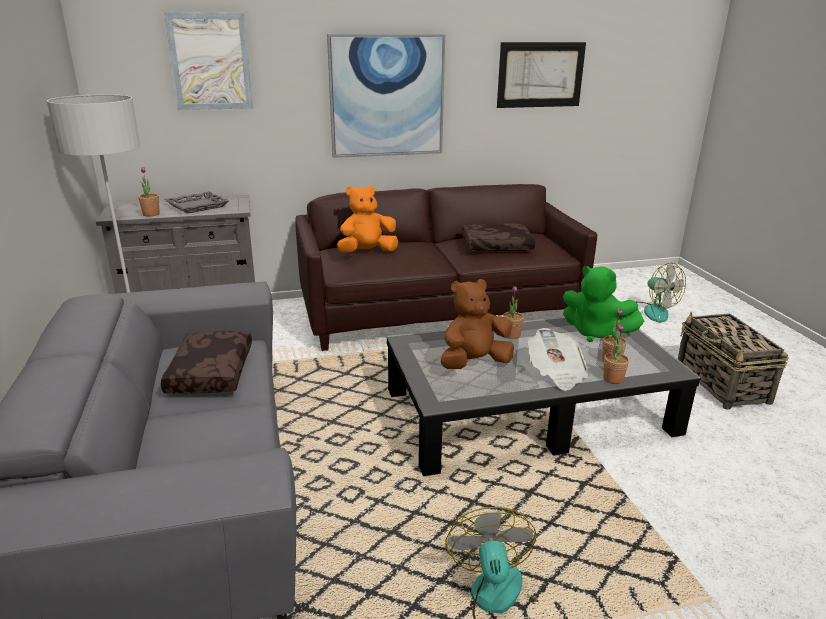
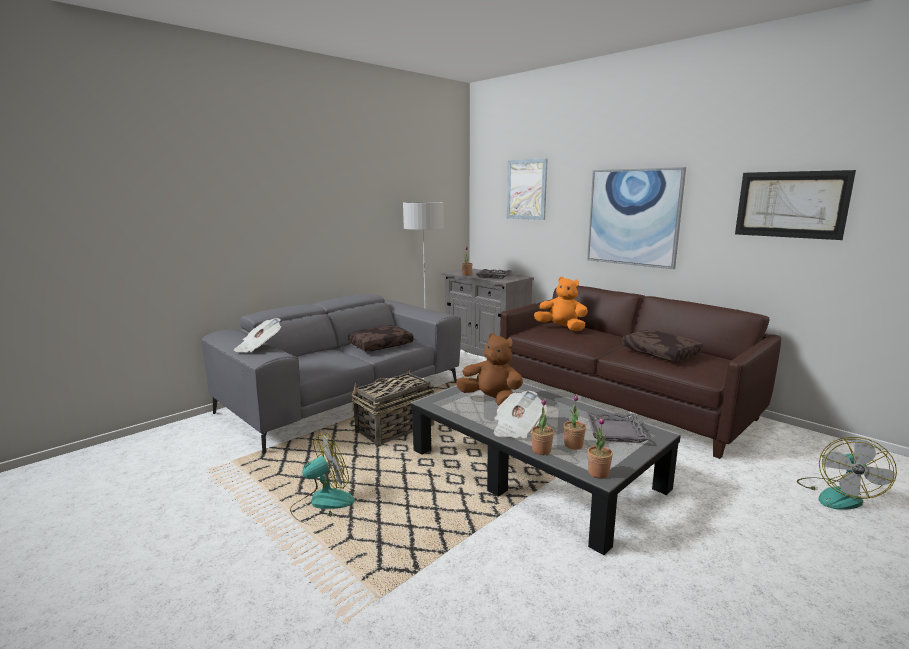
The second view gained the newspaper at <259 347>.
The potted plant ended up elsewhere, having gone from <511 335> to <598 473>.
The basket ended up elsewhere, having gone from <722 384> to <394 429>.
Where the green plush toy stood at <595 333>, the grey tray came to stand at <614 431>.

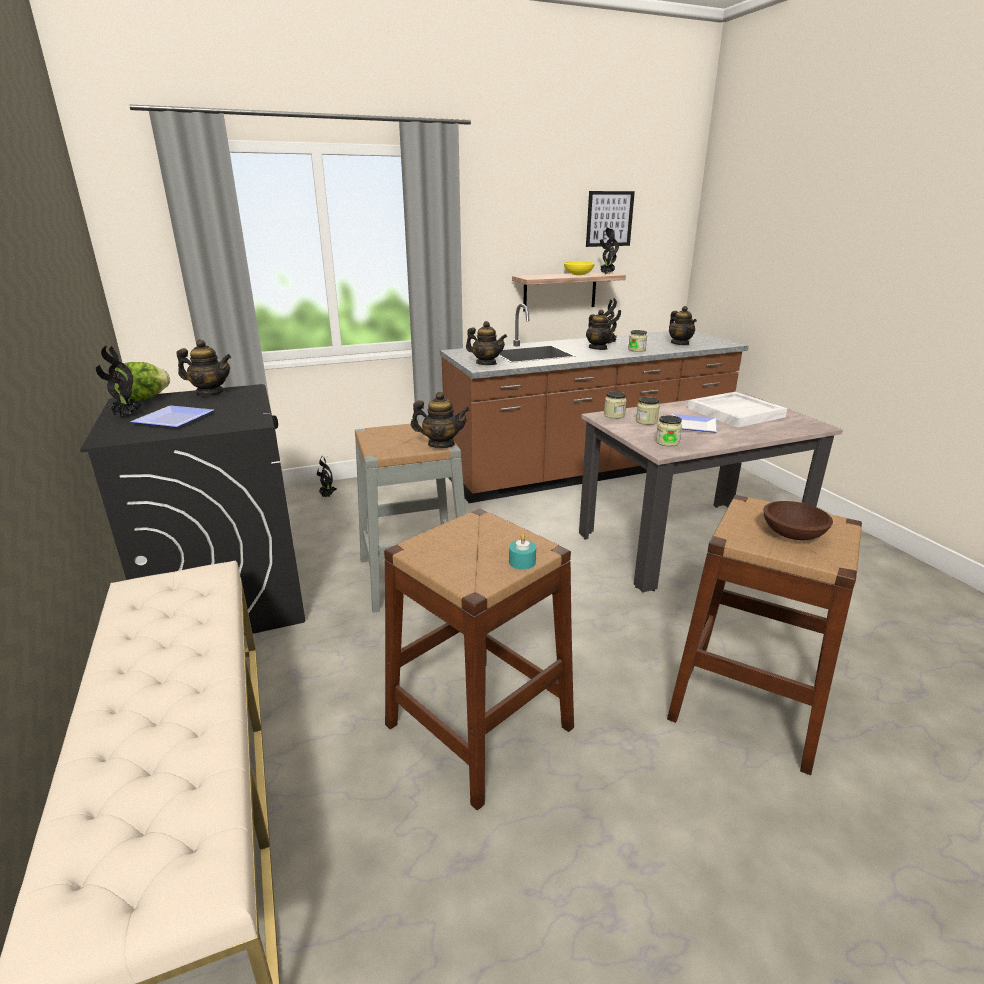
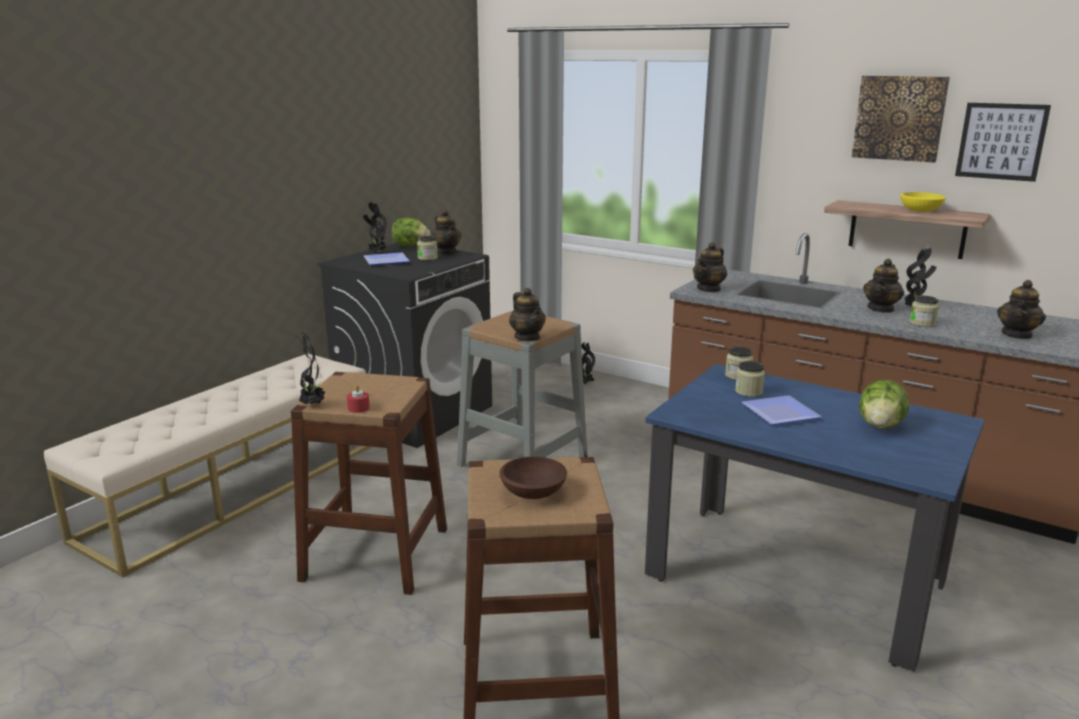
The second view gained the picture at <899 118>.
The potted plant ended up elsewhere, having gone from <606 274> to <312 404>.
The jar ended up elsewhere, having gone from <667 442> to <427 258>.
Where the white tray stood at <735 412>, the lettuce came to stand at <880 426>.
What was the turquoise candle at <522 562> turned into the red candle at <358 408>.
What was the beige dining table at <688 543> turned into the blue dining table at <794 578>.
The teapot at <486 363> ended up facing another way, 45 degrees clockwise from before.

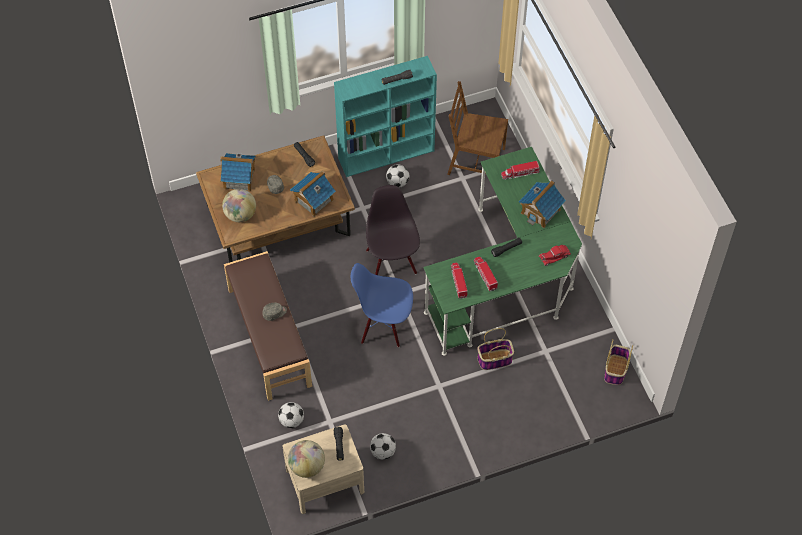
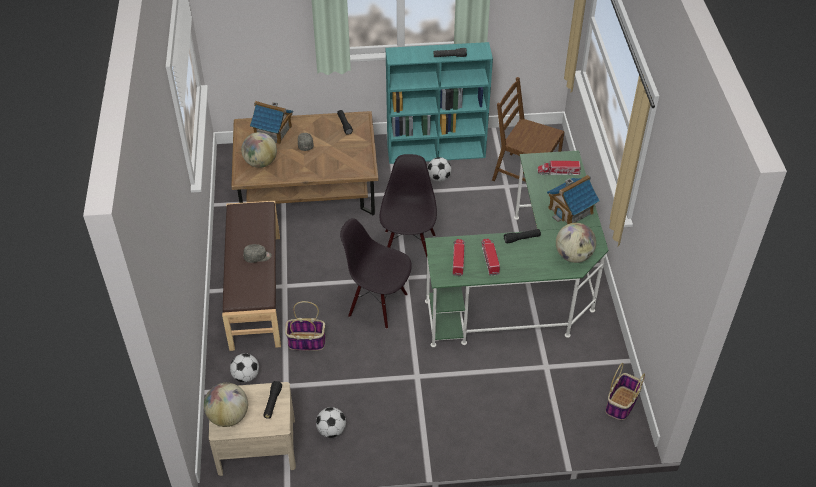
The second view lost the toy house at <313 200>.
The basket ended up elsewhere, having gone from <494 360> to <306 342>.
Where the red toy car stood at <554 256>, the globe came to stand at <573 256>.
What was the blue chair at <384 325> turned into the black chair at <378 304>.

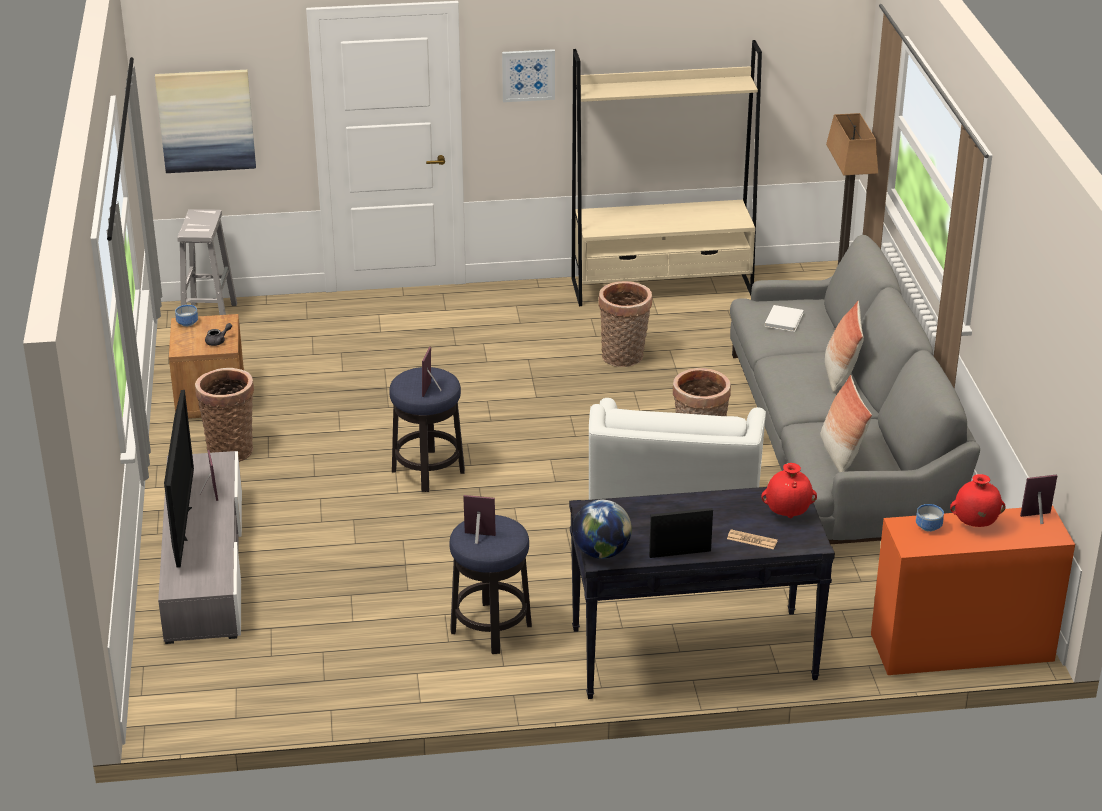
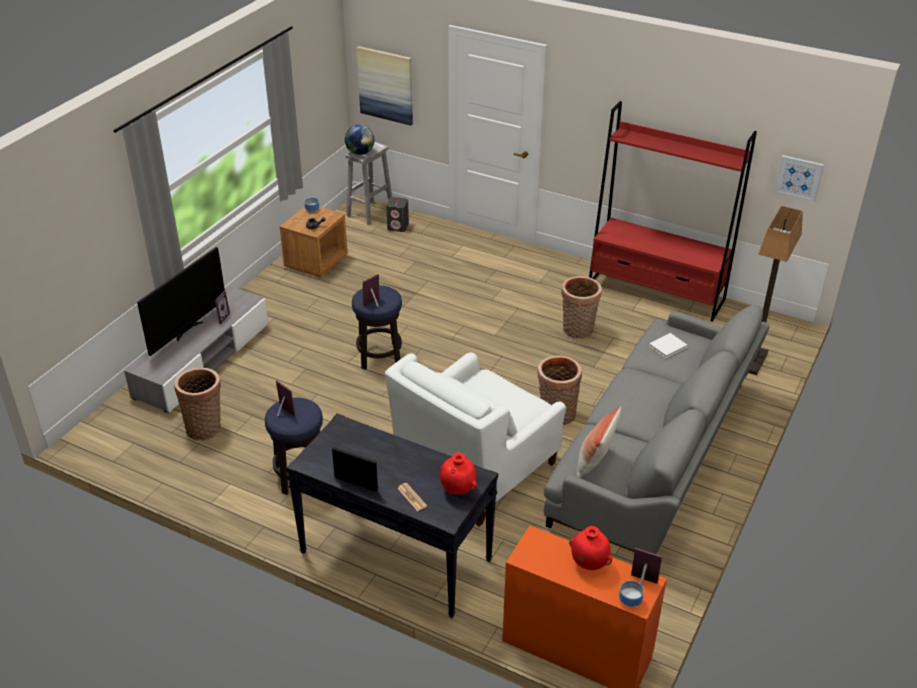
The second view lost the pillow at <840 375>.
The second view gained the grey speaker at <398 226>.
The basket ended up elsewhere, having gone from <230 449> to <205 427>.
The picture ended up elsewhere, having gone from <528 75> to <798 177>.
The globe ended up elsewhere, having gone from <601 552> to <360 153>.
The bowl ended up elsewhere, having gone from <927 527> to <629 600>.
What was the beige bookcase at <662 287> turned into the red bookcase at <656 292>.

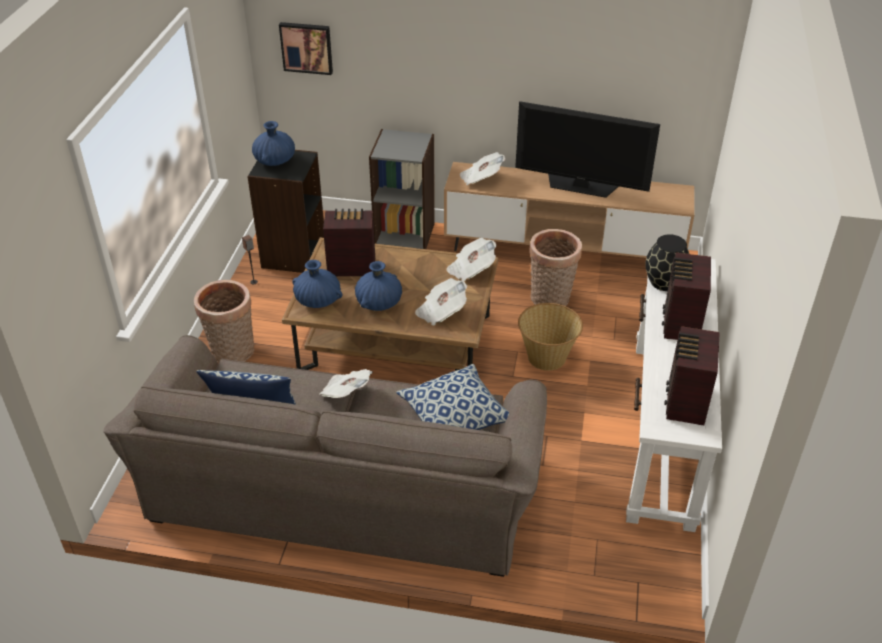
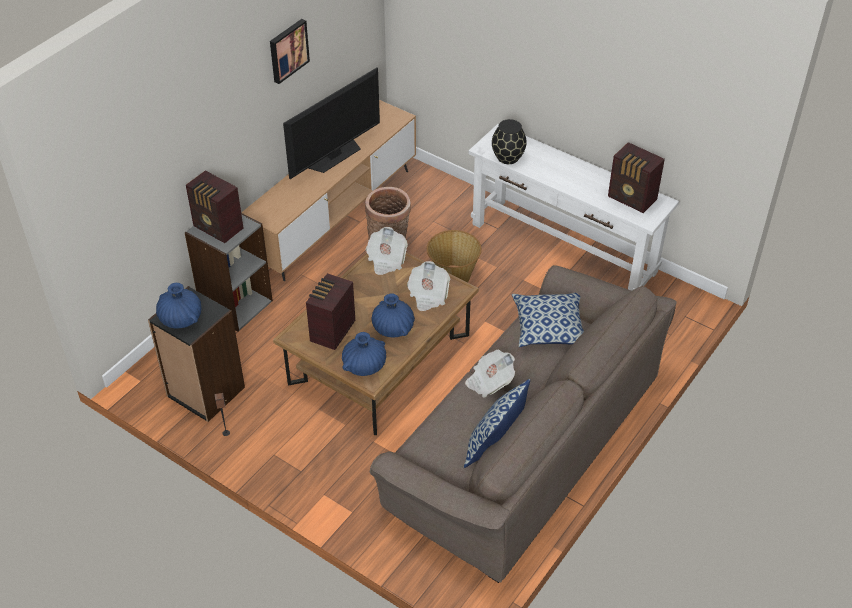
The second view lost the basket at <232 353>.
The second view lost the newspaper at <481 178>.
The picture ended up elsewhere, having gone from <307 47> to <287 50>.
The radio ended up elsewhere, having gone from <680 324> to <218 228>.

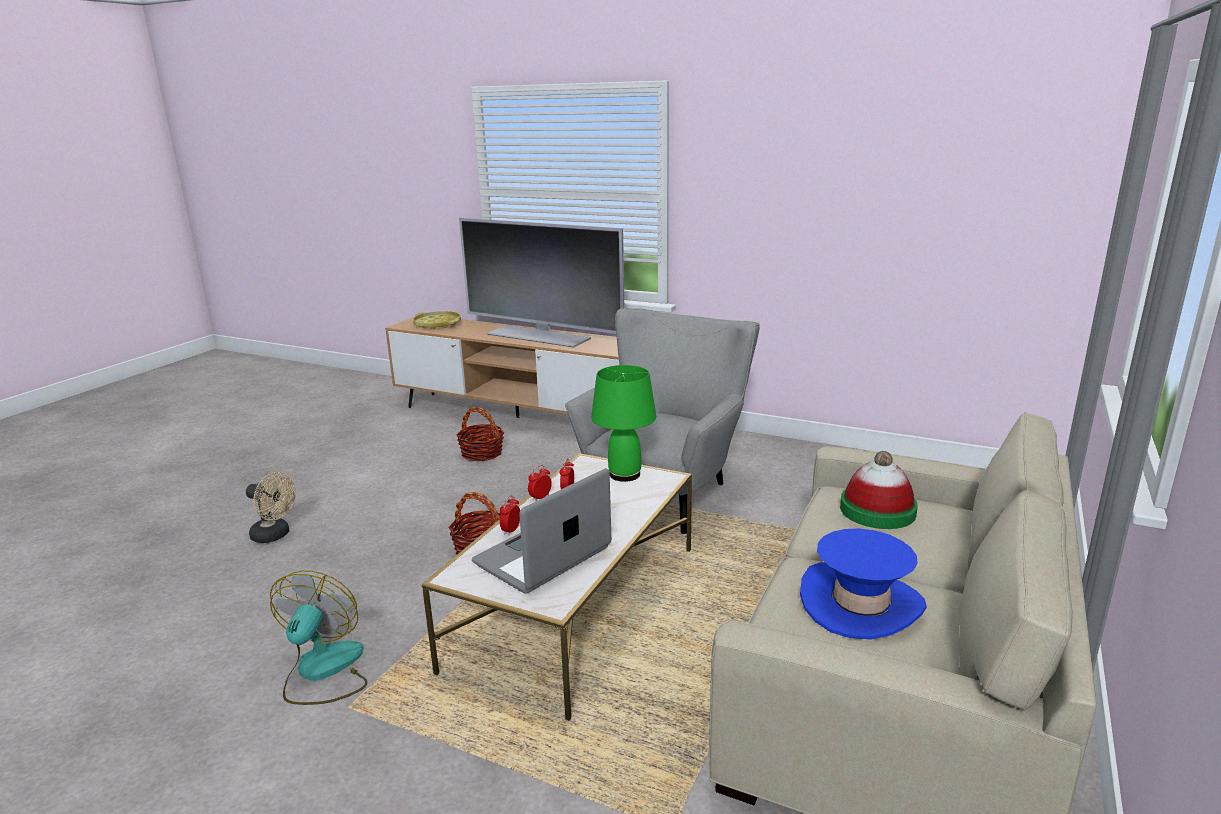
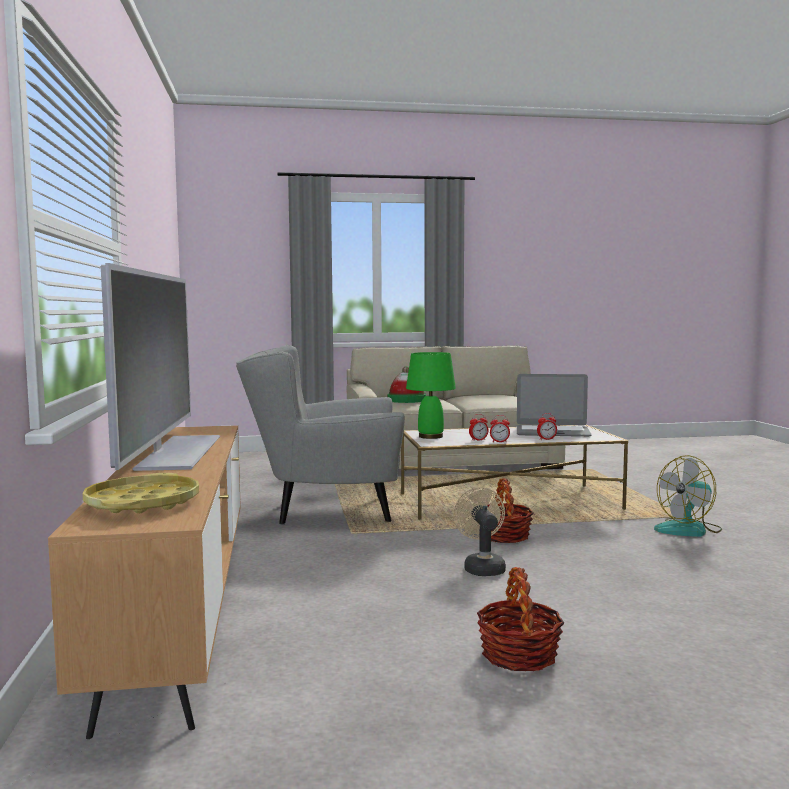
The second view lost the blue hat at <861 604>.
The beige fan ended up elsewhere, having gone from <275 535> to <482 567>.
The basket ended up elsewhere, having gone from <482 453> to <518 655>.

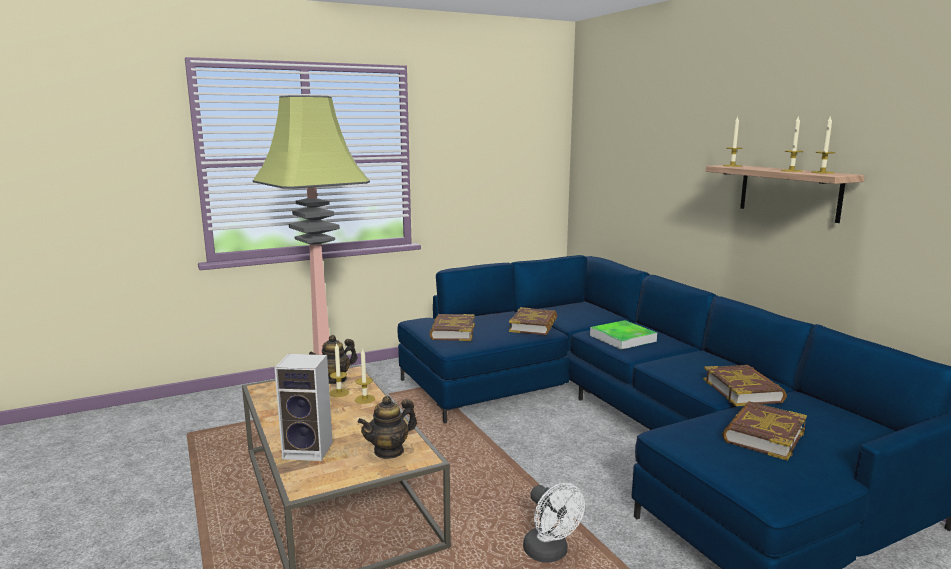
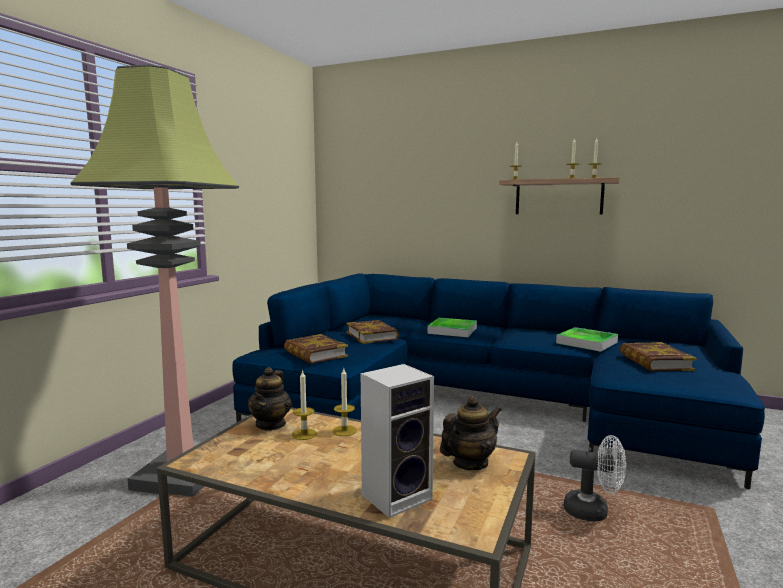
Where the book stood at <742 390>, the tray came to stand at <586 342>.
The teapot at <389 451> ended up facing another way, 135 degrees counterclockwise from before.

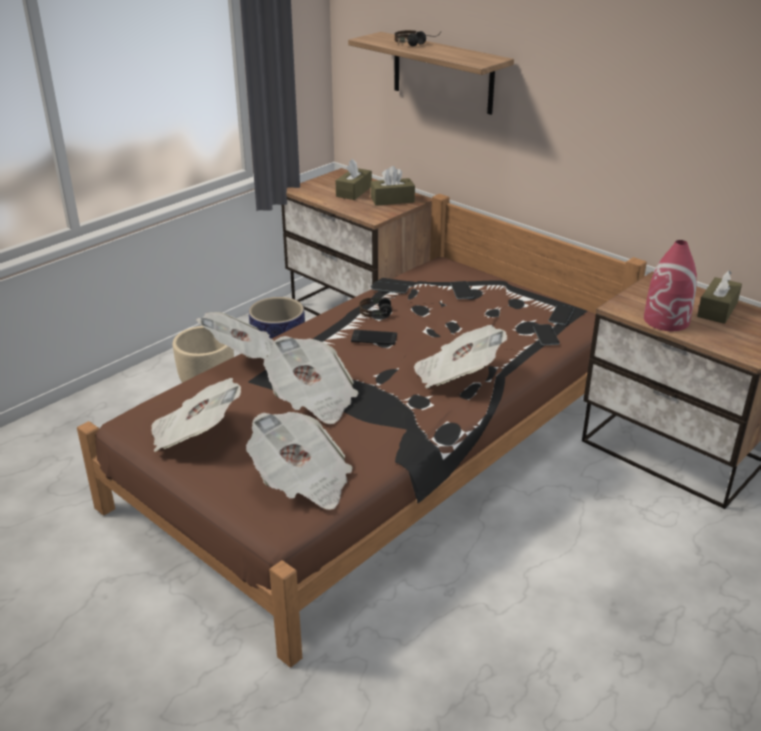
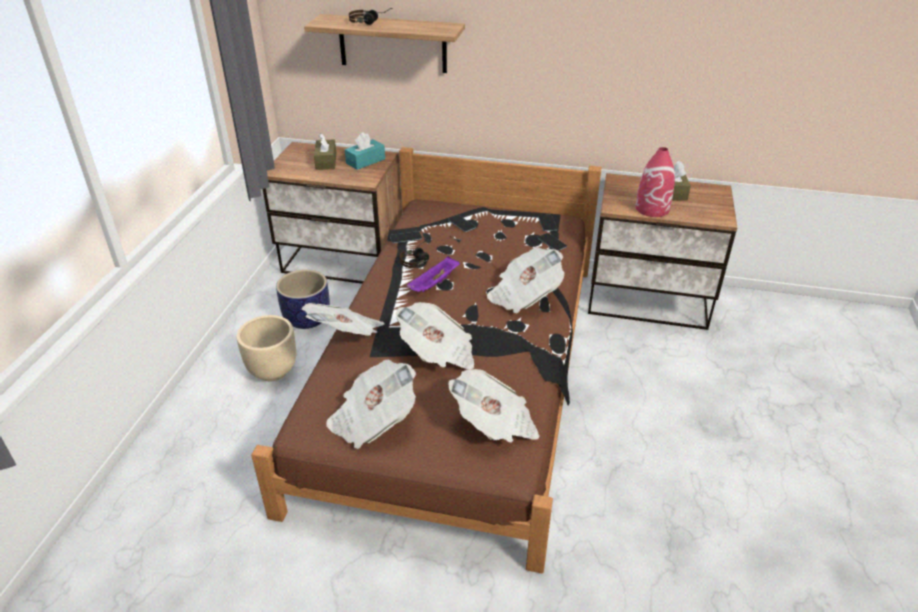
Where the phone stood at <374 338>, the purple tray came to stand at <434 284>.
What was the brown tissue box at <392 200> turned into the turquoise tissue box at <365 161>.

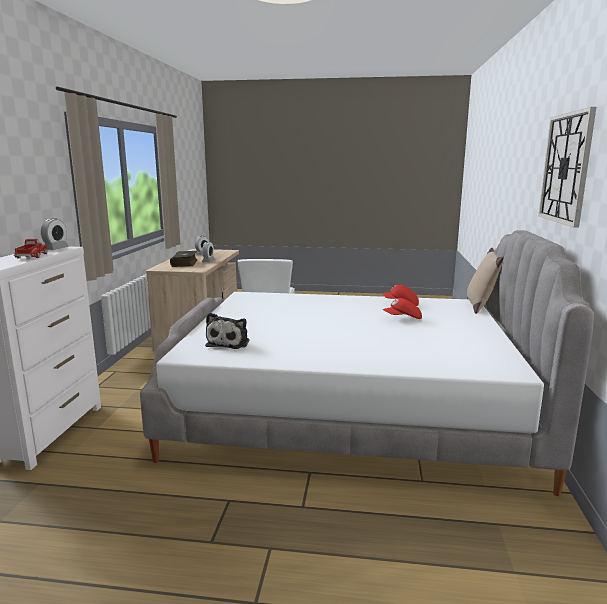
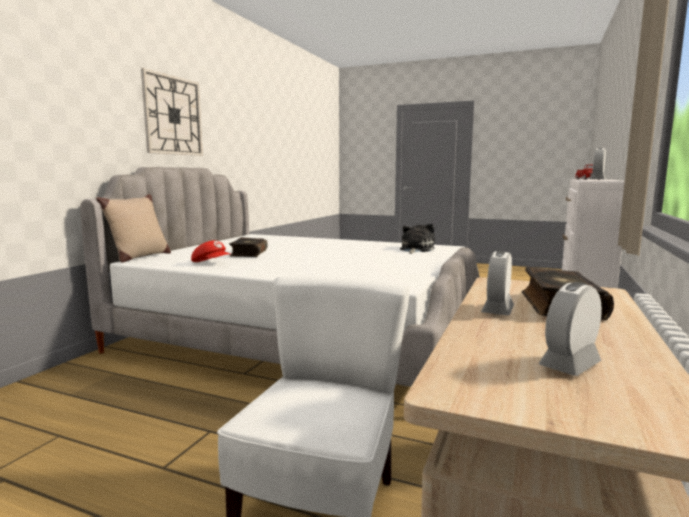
Where the red cap stood at <403 319>, the book came to stand at <248 253>.

